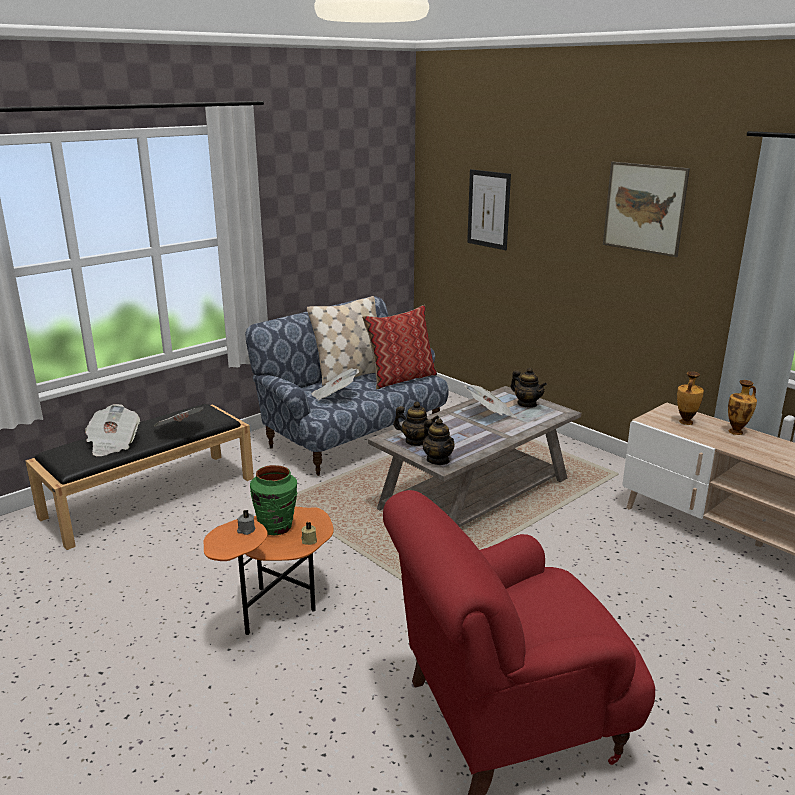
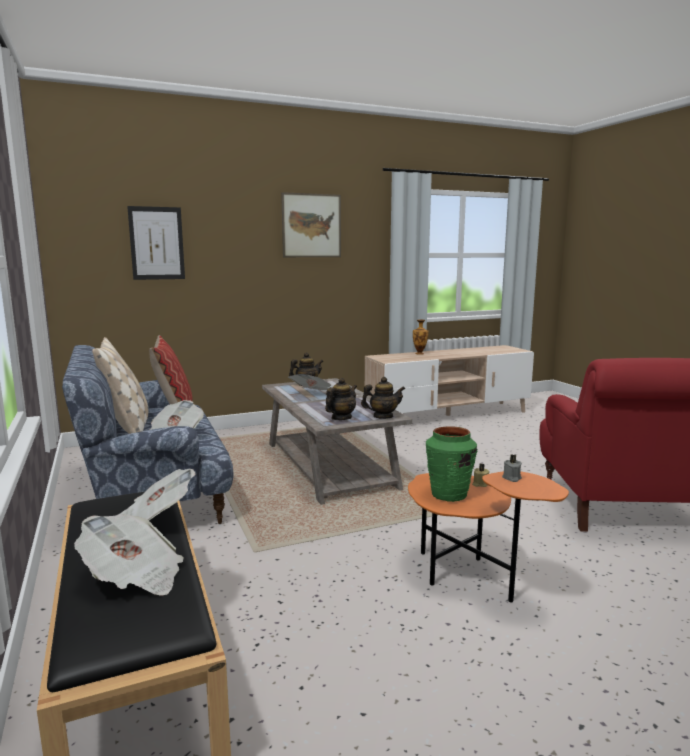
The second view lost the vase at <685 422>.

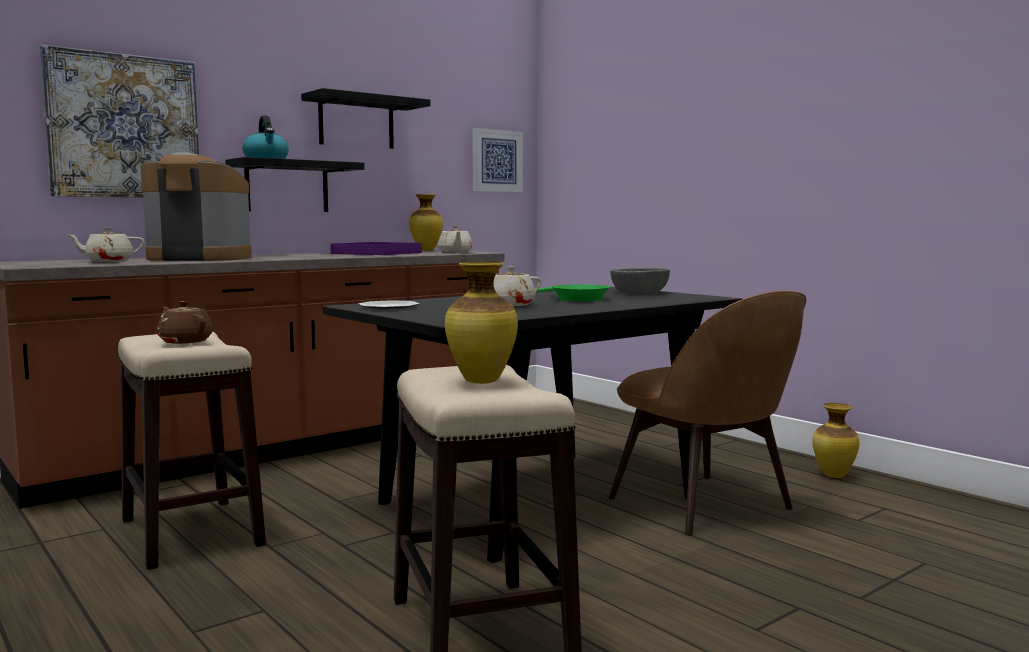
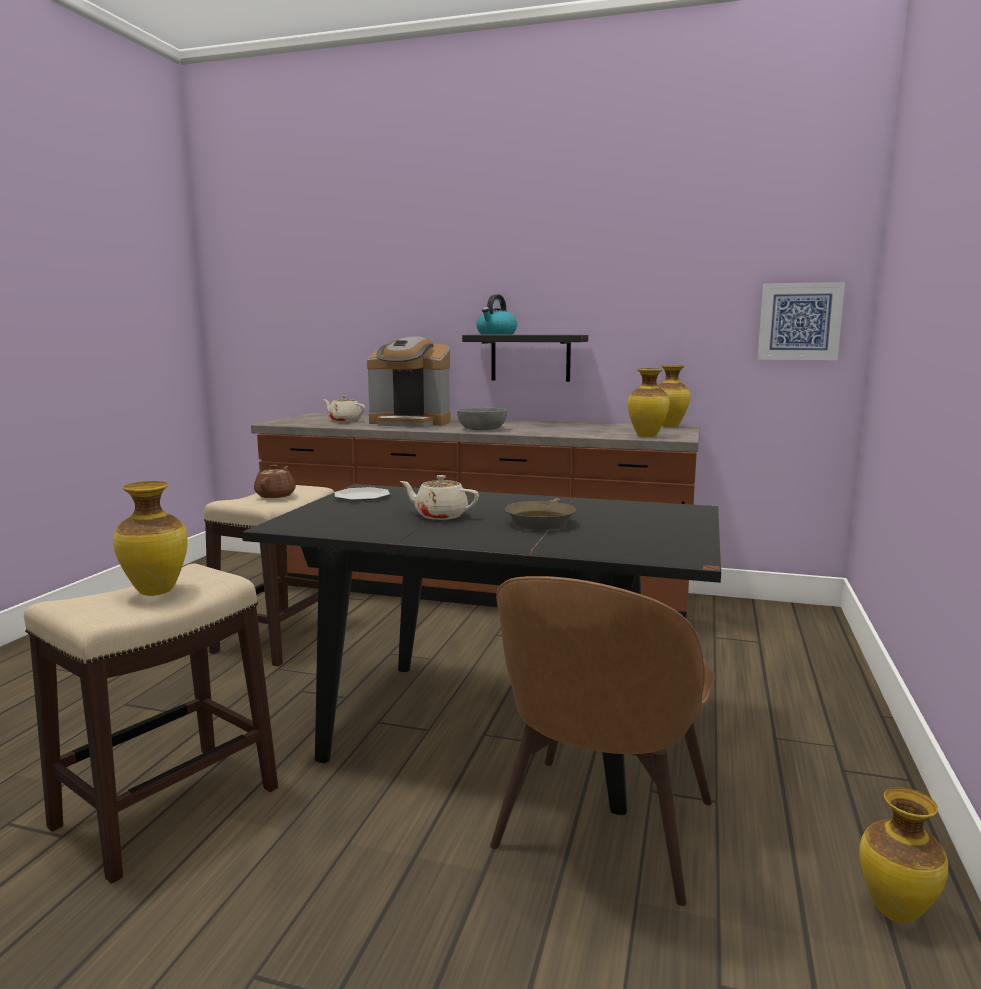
The second view lost the picture at <124 126>.
The second view lost the black shelf at <356 122>.
The second view lost the purple tray at <377 253>.
The grey bowl ended up elsewhere, having gone from <639 292> to <481 429>.
Where the beige teapot stood at <455 252>, the vase came to stand at <646 436>.
What was the green frying pan at <576 299> turned into the brown frying pan at <540 521>.
The coffee machine at <199 258> ended up facing another way, 135 degrees clockwise from before.

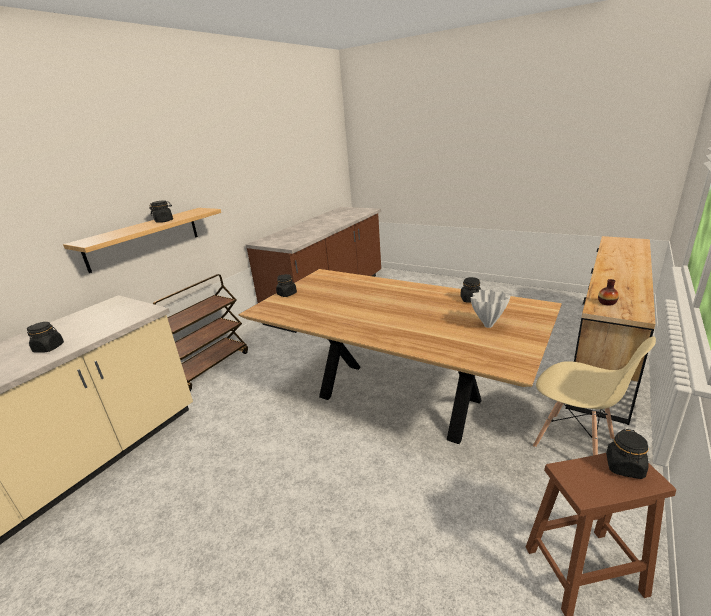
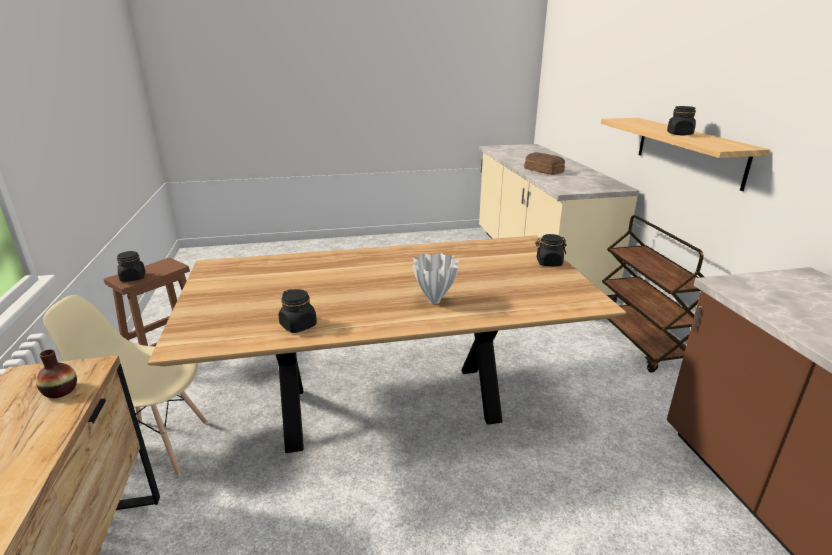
The white vase ended up elsewhere, having gone from <487 326> to <435 301>.
Where the black jar stood at <49 348>, the bread came to stand at <543 170>.

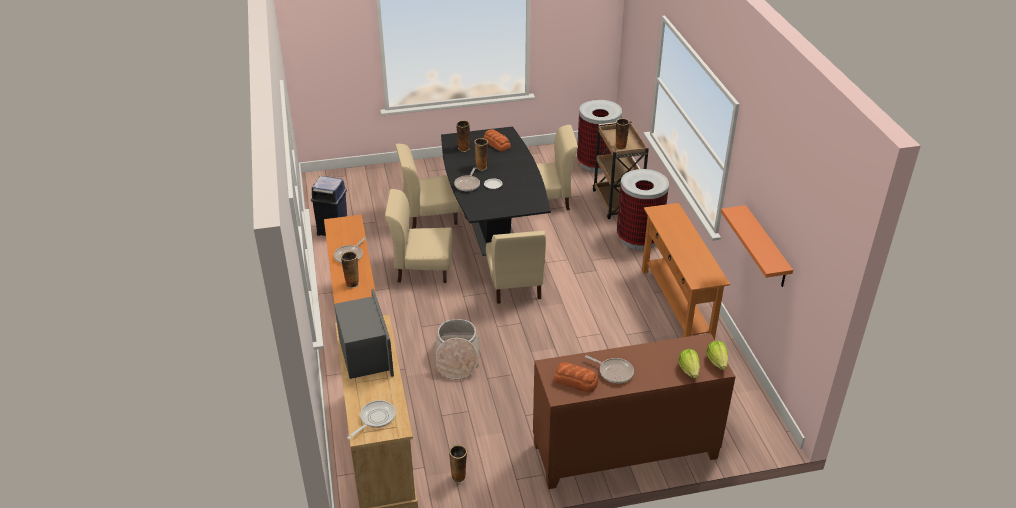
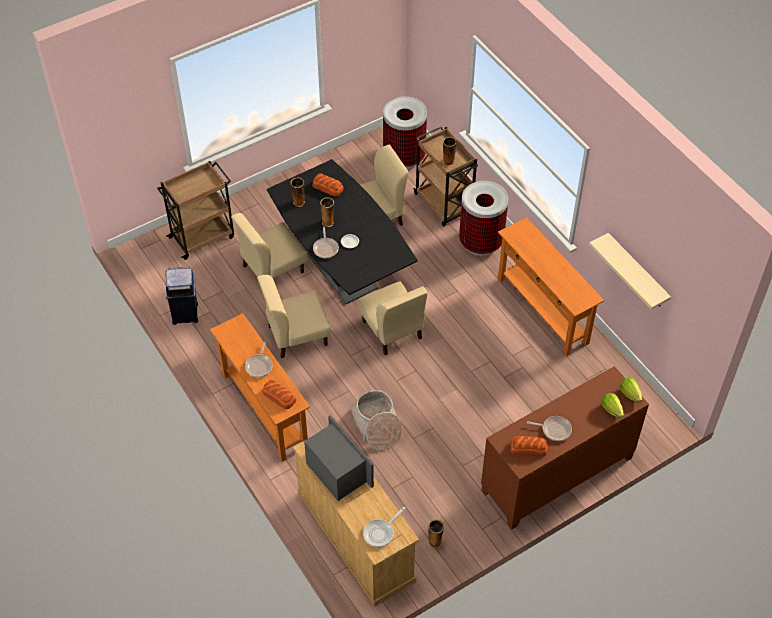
The second view gained the brown cart at <203 236>.
Where the vase stood at <352 283>, the bread came to stand at <279 397>.
What was the orange shelf at <766 248> turned into the beige shelf at <637 272>.
The frying pan at <375 419> ended up facing another way, 150 degrees counterclockwise from before.

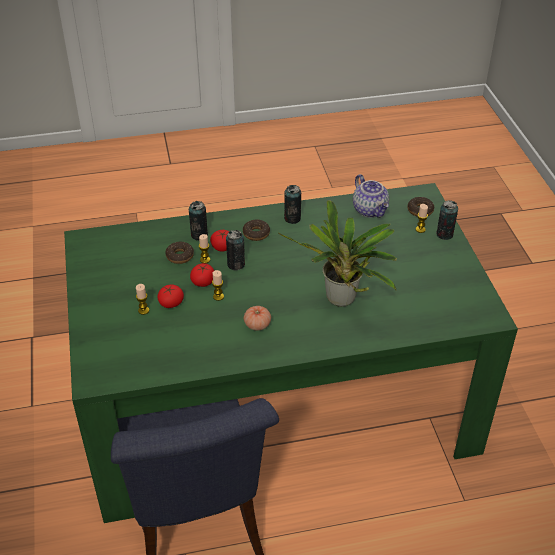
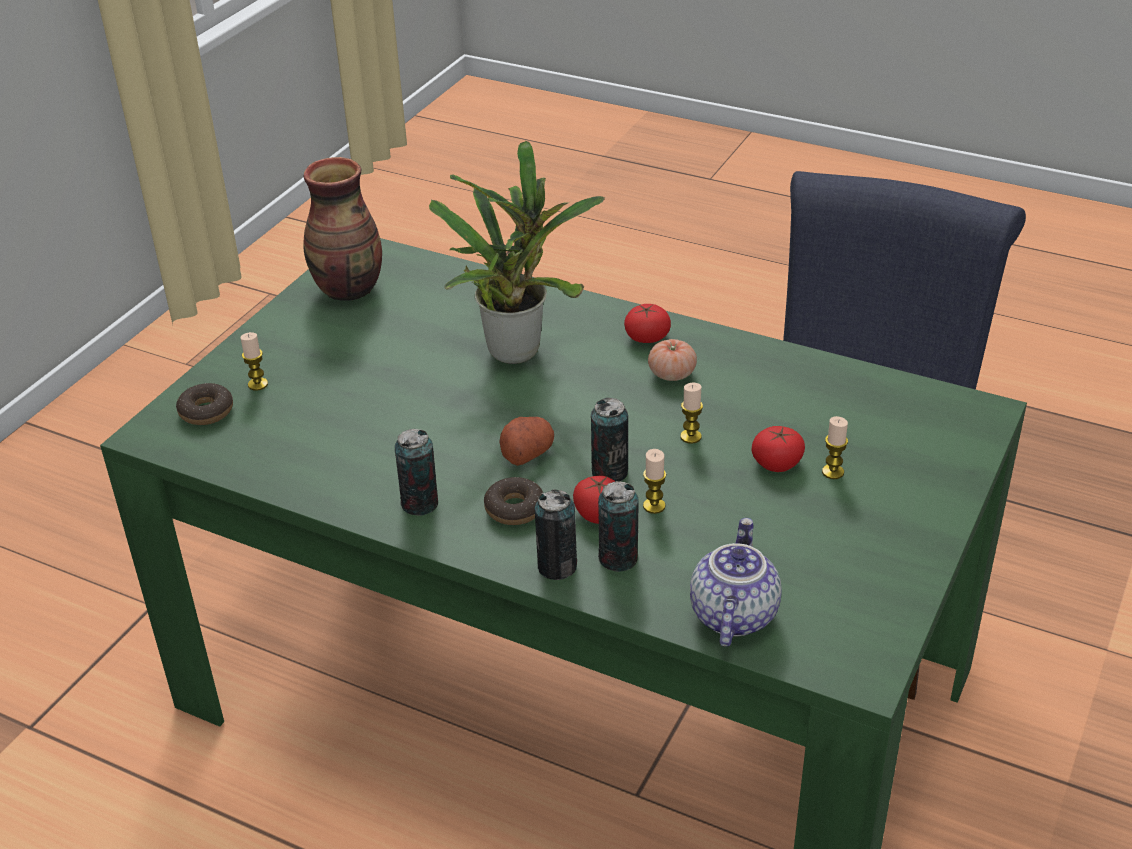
The second view lost the donut at <180 256>.
The second view gained the vase at <350 289>.
The second view gained the potato at <527 452>.
The tomato ended up elsewhere, having gone from <203 281> to <647 337>.
The teapot ended up elsewhere, having gone from <371 210> to <731 614>.
The can ended up elsewhere, having gone from <444 234> to <557 567>.

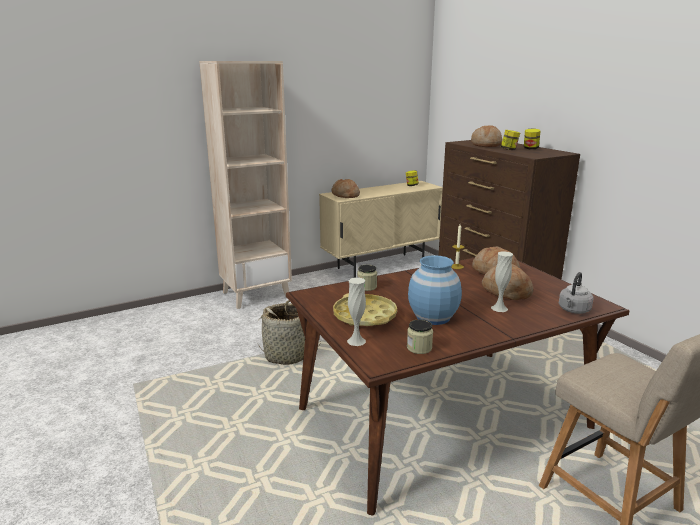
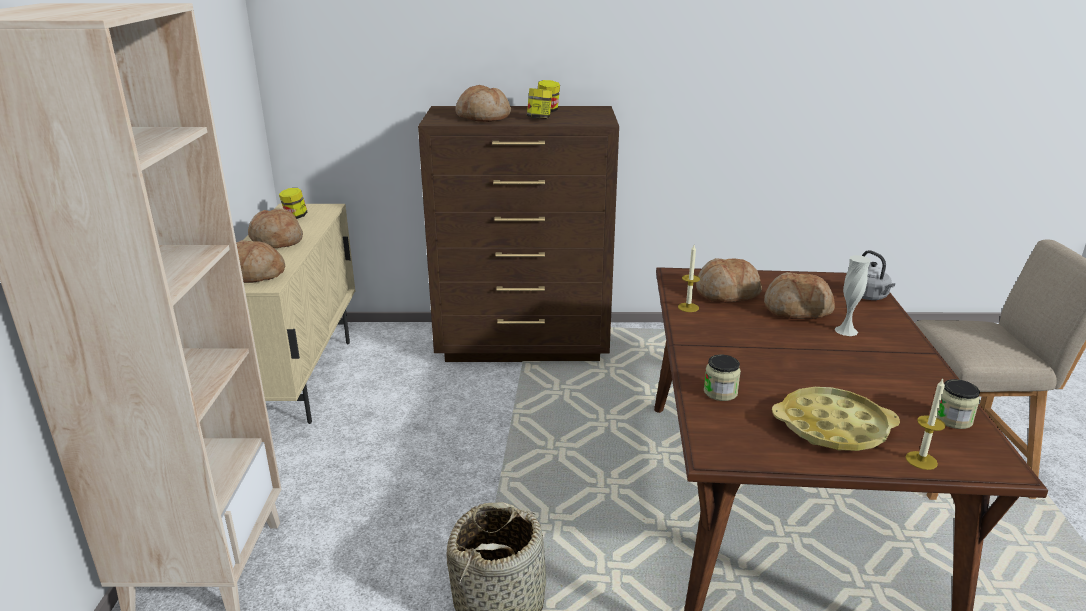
The second view lost the blue vase at <433 317>.
The second view gained the bread at <276 240>.
Where the white vase stood at <356 341>, the candle came to stand at <921 460>.

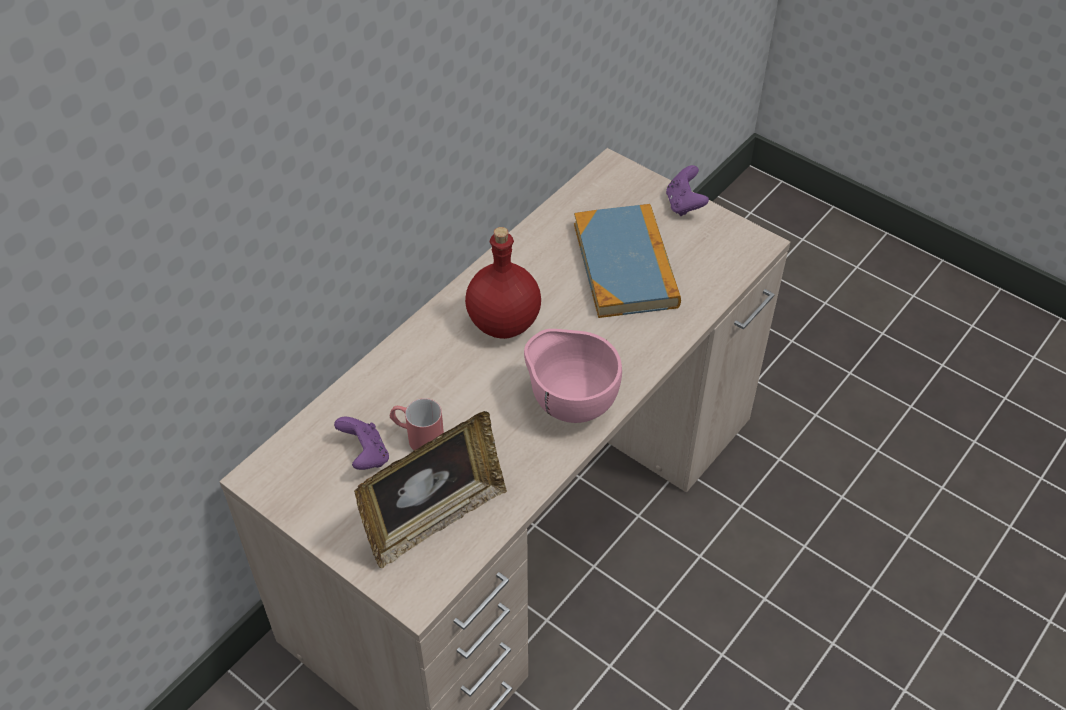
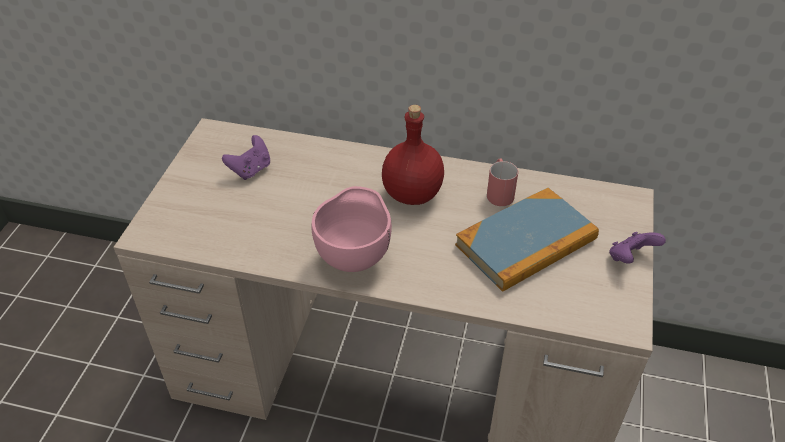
The second view lost the picture frame at <434 519>.
The red mug ended up elsewhere, having gone from <417 437> to <499 191>.

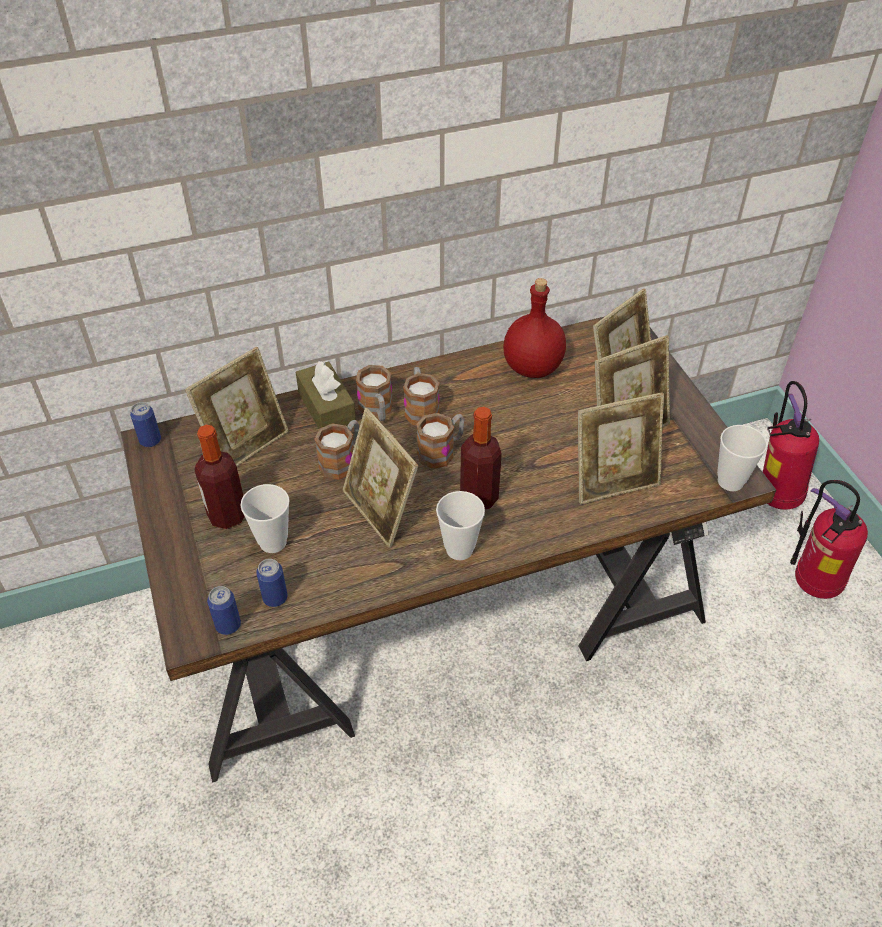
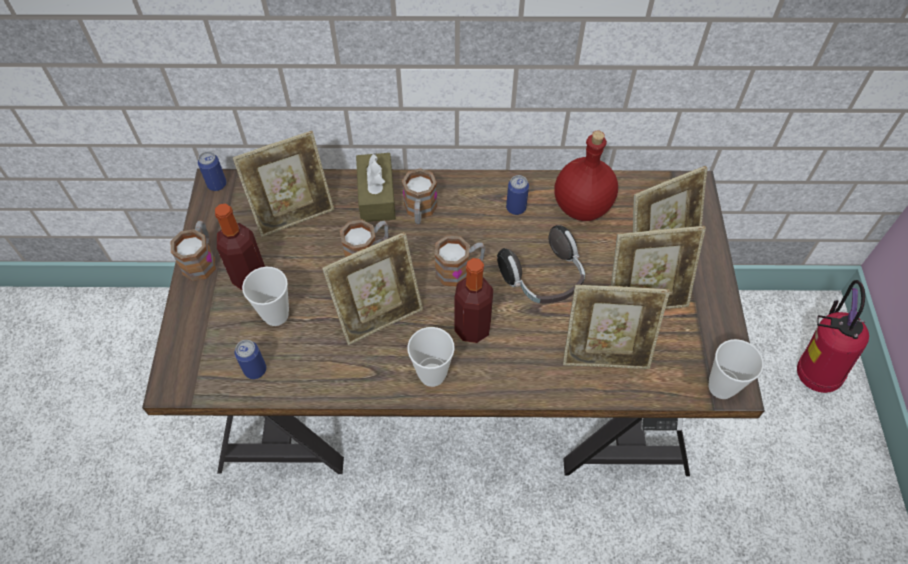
The second view lost the fire extinguisher at <812 584>.
The second view gained the headphones at <543 279>.
The can ended up elsewhere, having gone from <228 625> to <516 208>.
The mug ended up elsewhere, having gone from <420 408> to <201 259>.
The picture frame at <380 512> ended up facing another way, 105 degrees counterclockwise from before.

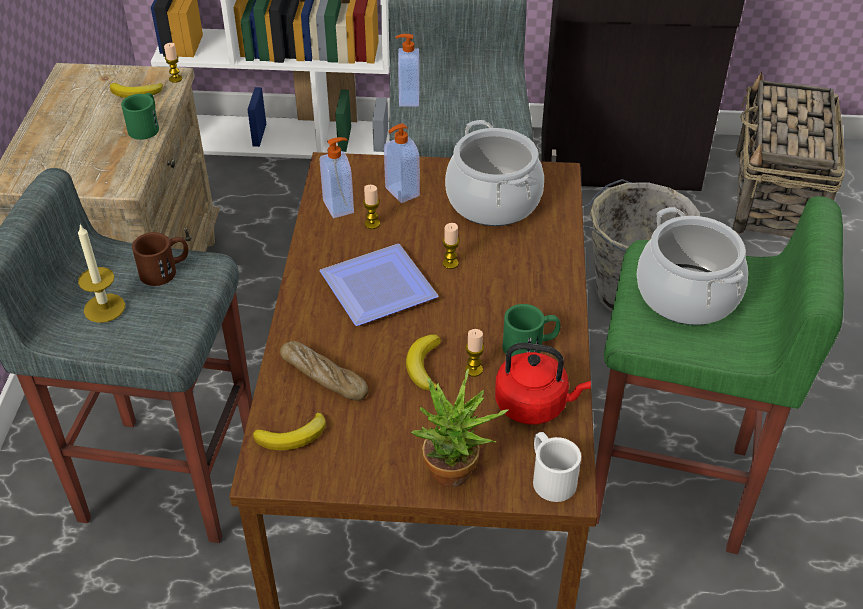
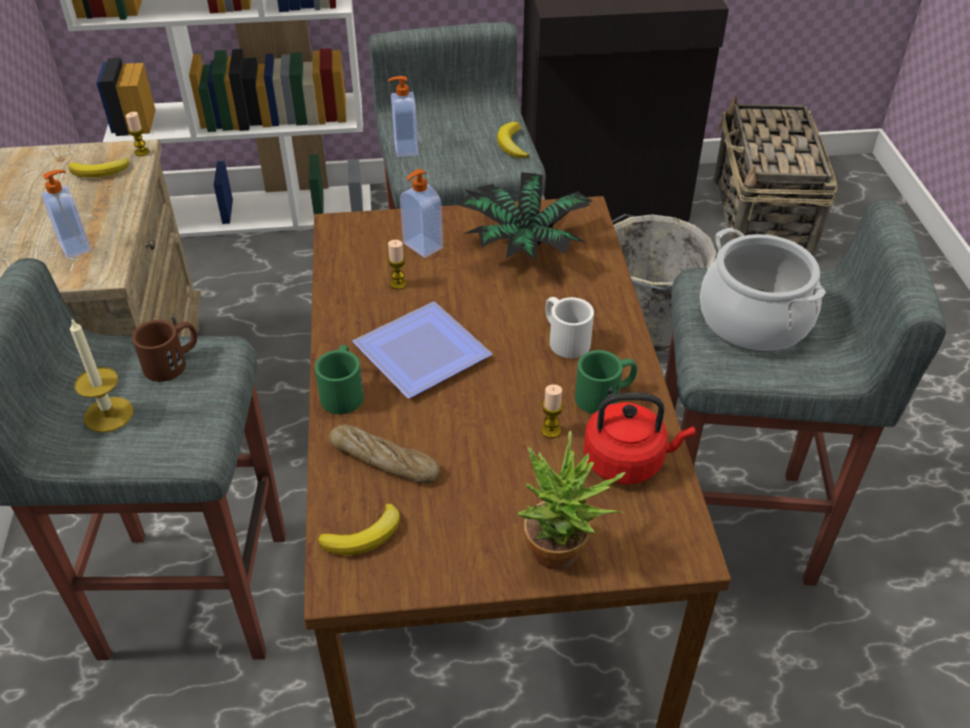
The second view lost the candle at <450 263>.
The green mug ended up elsewhere, having gone from <146 126> to <343 391>.
The soap dispenser ended up elsewhere, having gone from <339 206> to <76 246>.
The banana ended up elsewhere, having gone from <424 366> to <512 144>.
The white mug ended up elsewhere, having gone from <550 476> to <564 338>.
Where the cooking pot stood at <493 201>, the potted plant came to stand at <524 245>.
What was the green stool at <671 487> turned into the grey stool at <733 525>.

